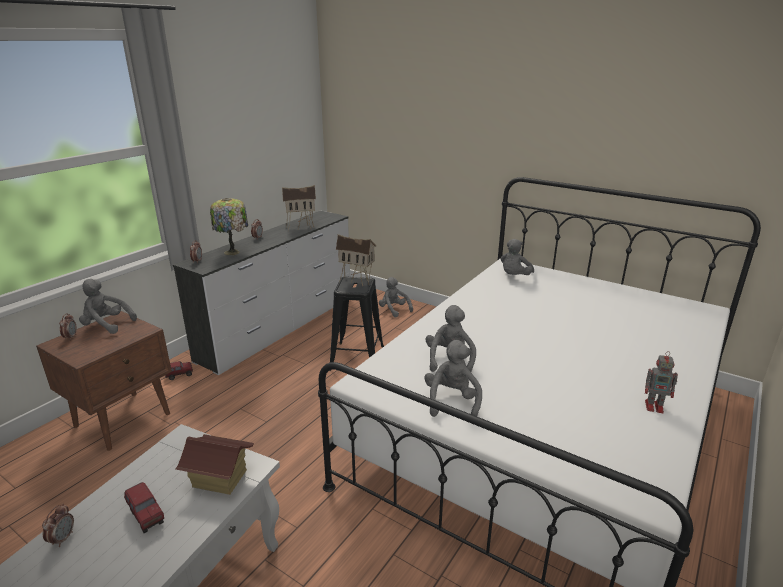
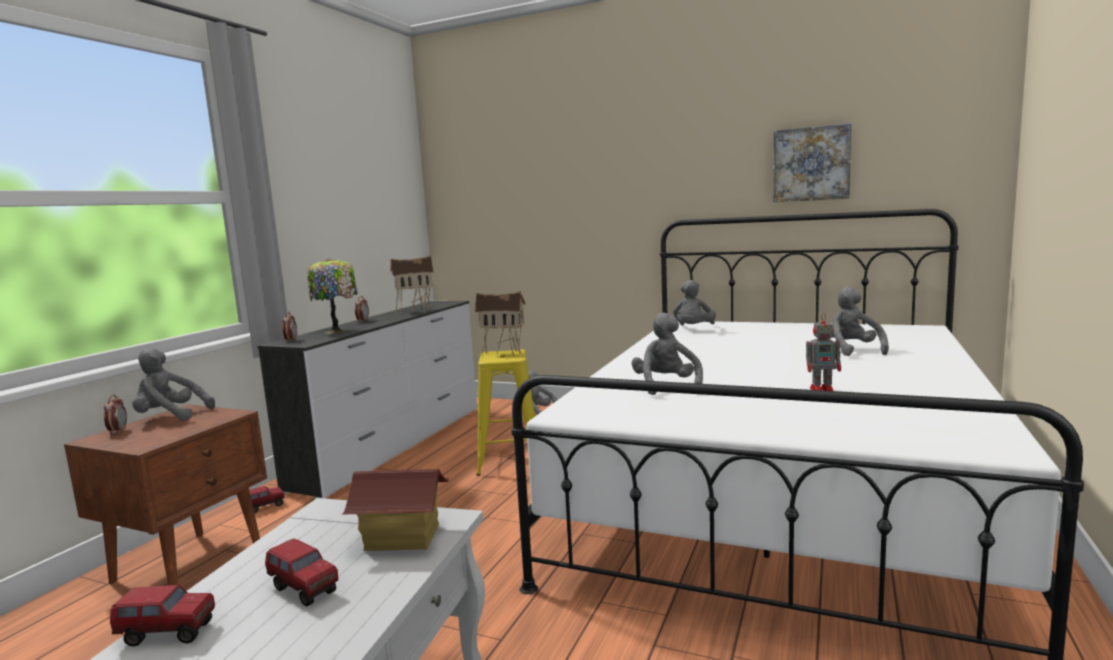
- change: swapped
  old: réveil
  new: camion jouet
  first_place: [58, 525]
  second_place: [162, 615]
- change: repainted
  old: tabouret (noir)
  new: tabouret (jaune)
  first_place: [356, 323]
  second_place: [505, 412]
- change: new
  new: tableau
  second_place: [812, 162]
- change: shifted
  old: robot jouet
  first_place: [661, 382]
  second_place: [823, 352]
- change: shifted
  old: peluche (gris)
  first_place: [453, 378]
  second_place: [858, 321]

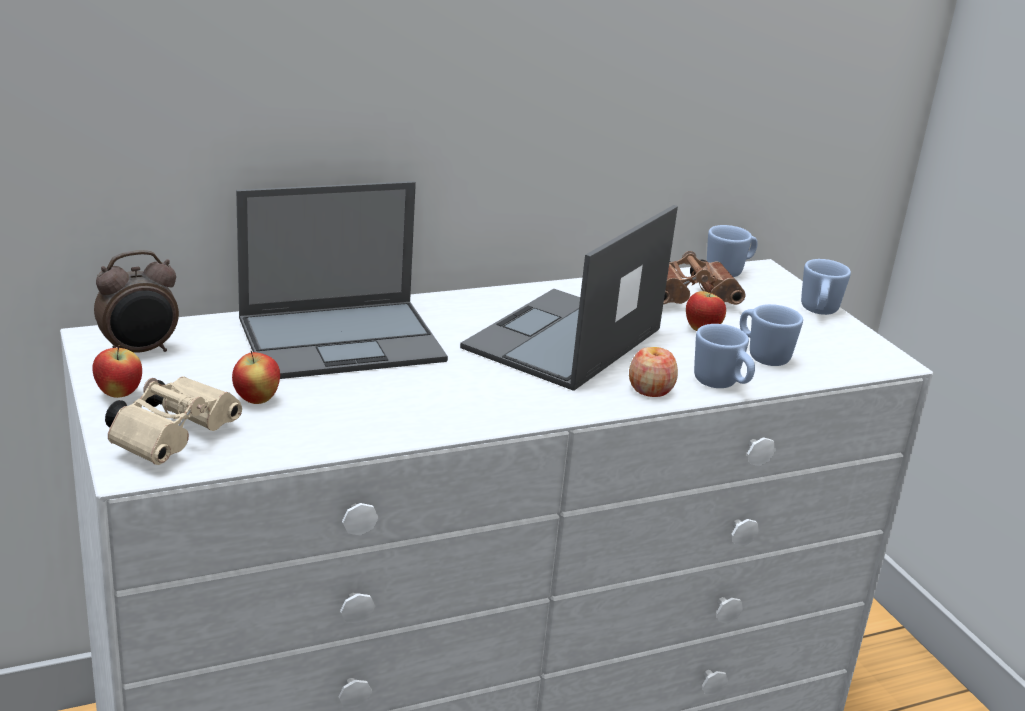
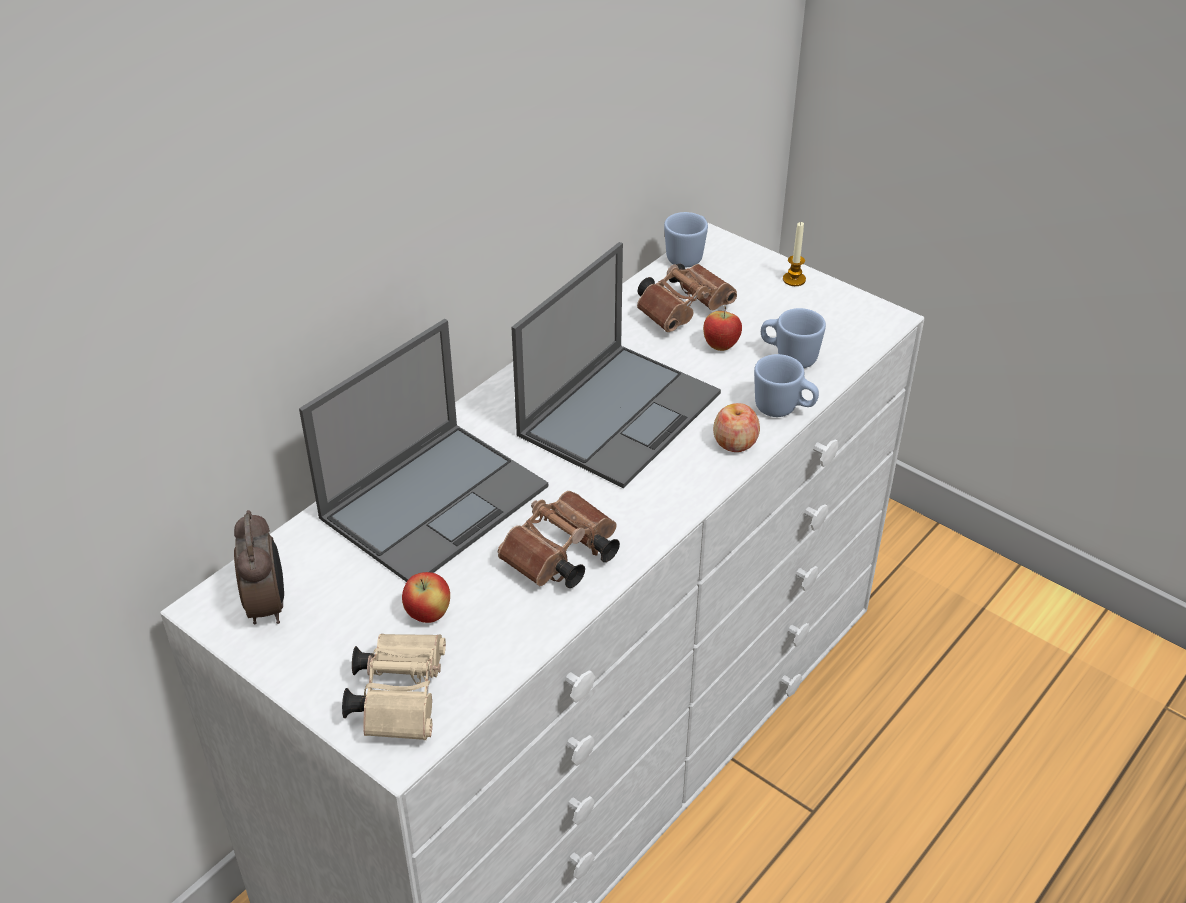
- change: rotated
  old: réveil
  first_place: [136, 301]
  second_place: [259, 567]
  degrees: -45
- change: new
  new: jumelles (marron)
  second_place: [559, 539]
- change: rotated
  old: ordinateur portable
  first_place: [569, 298]
  second_place: [616, 365]
  degrees: -150
- change: swapped
  old: mug (bleu)
  new: bougie
  first_place: [826, 287]
  second_place: [794, 254]
- change: gone
  old: pomme
  first_place: [117, 371]

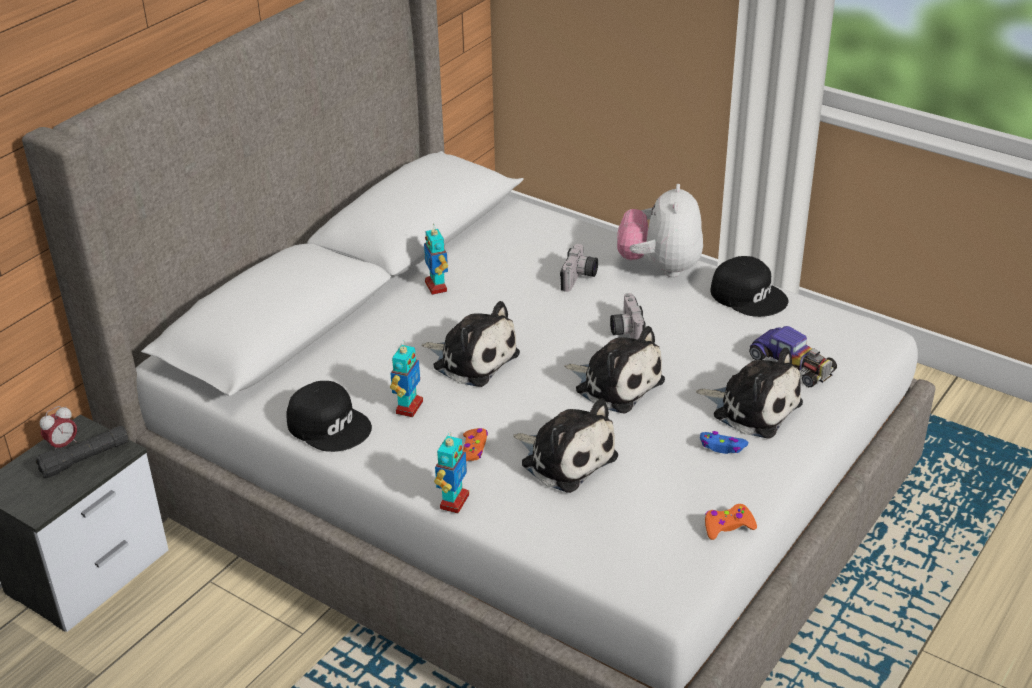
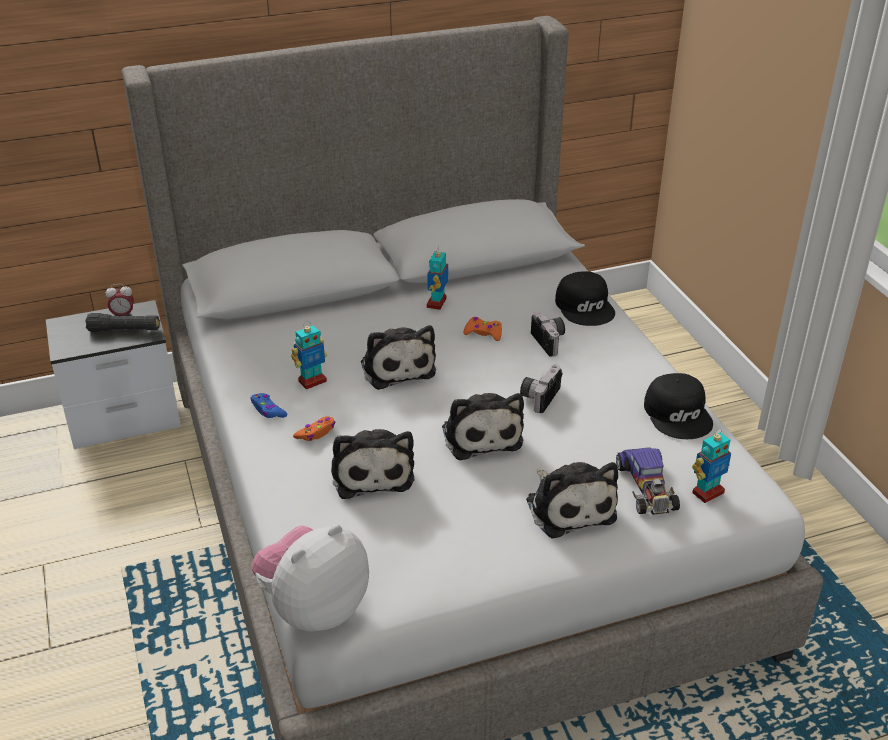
- change: shifted
  old: manette (bleu)
  first_place: [724, 442]
  second_place: [269, 405]
- change: shifted
  old: peluche
  first_place: [660, 230]
  second_place: [310, 577]
- change: shifted
  old: manette (orange)
  first_place: [731, 522]
  second_place: [482, 329]
- change: rotated
  old: appareil photo
  first_place: [579, 268]
  second_place: [548, 334]
  degrees: -75
- change: shifted
  old: casquette (noir)
  first_place: [329, 416]
  second_place: [585, 298]
- change: shifted
  old: robot jouet
  first_place: [451, 472]
  second_place: [711, 466]

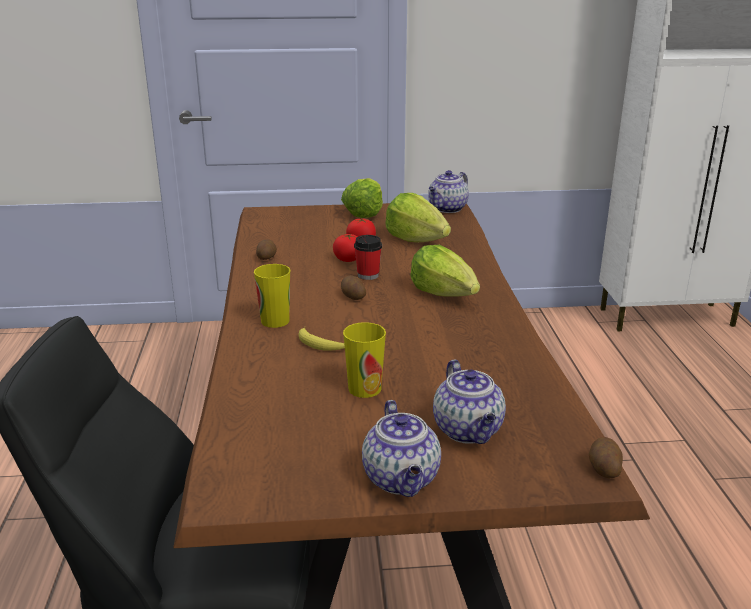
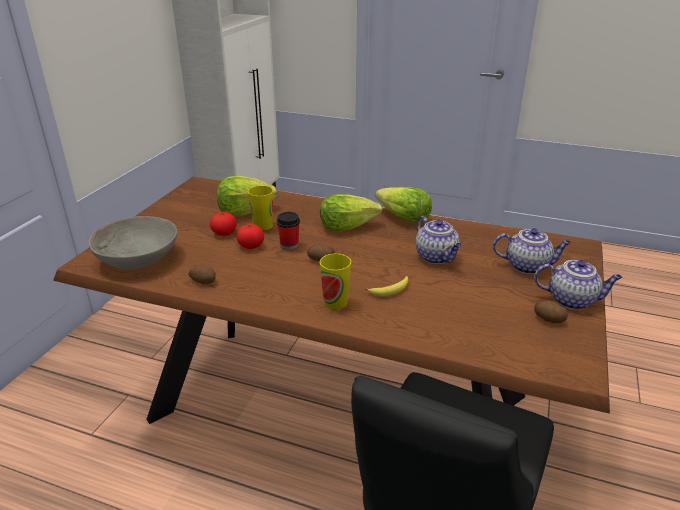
- change: new
  new: bol (gris)
  second_place: [133, 242]
- change: shifted
  old: tasse
  first_place: [364, 360]
  second_place: [260, 208]
- change: shifted
  old: laitue
  first_place: [362, 198]
  second_place: [403, 205]
- change: shifted
  old: théière
  first_place: [448, 191]
  second_place: [439, 240]
- change: shifted
  old: pomme de terre
  first_place: [606, 457]
  second_place: [551, 311]

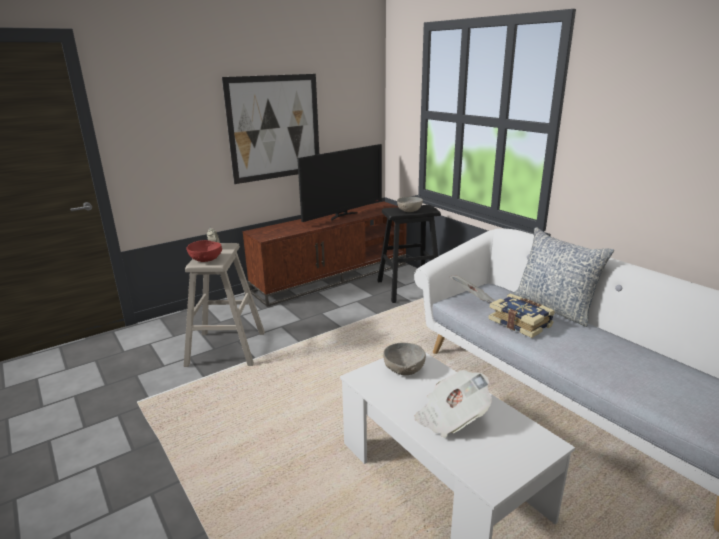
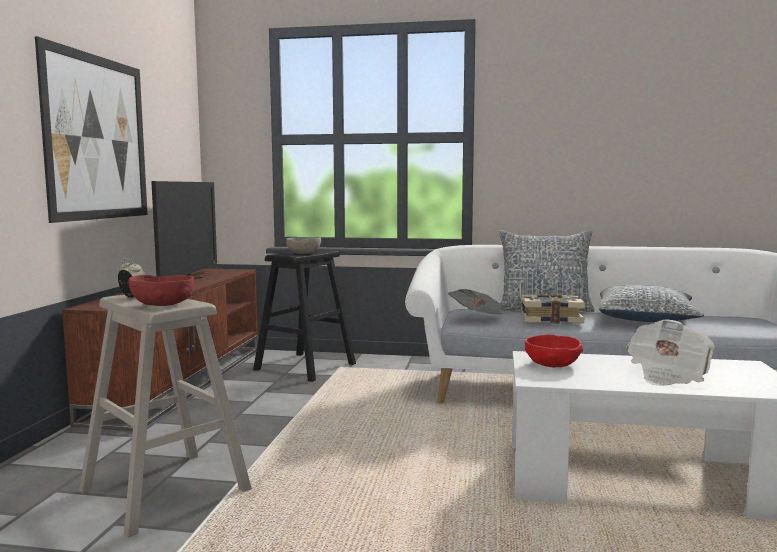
- change: repainted
  old: bol (gris)
  new: bol (rouge)
  first_place: [404, 359]
  second_place: [554, 350]
- change: new
  new: coussin
  second_place: [651, 303]

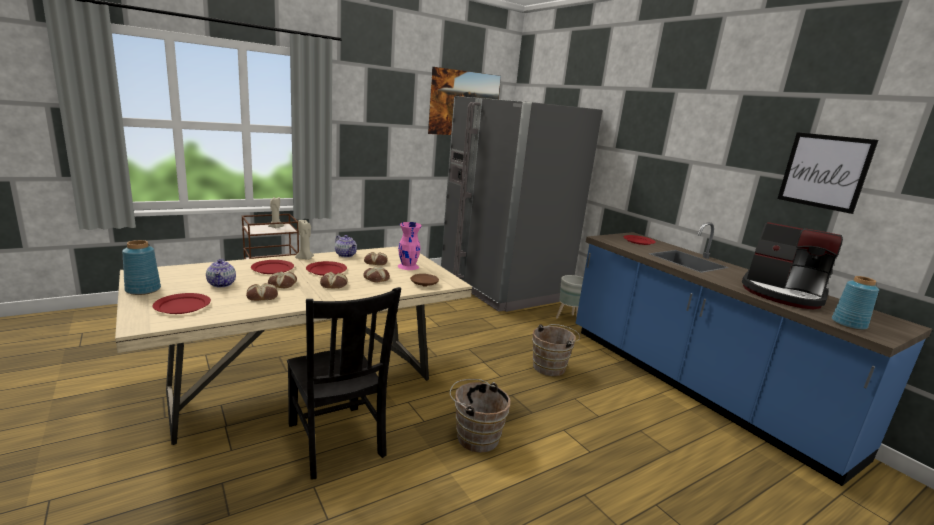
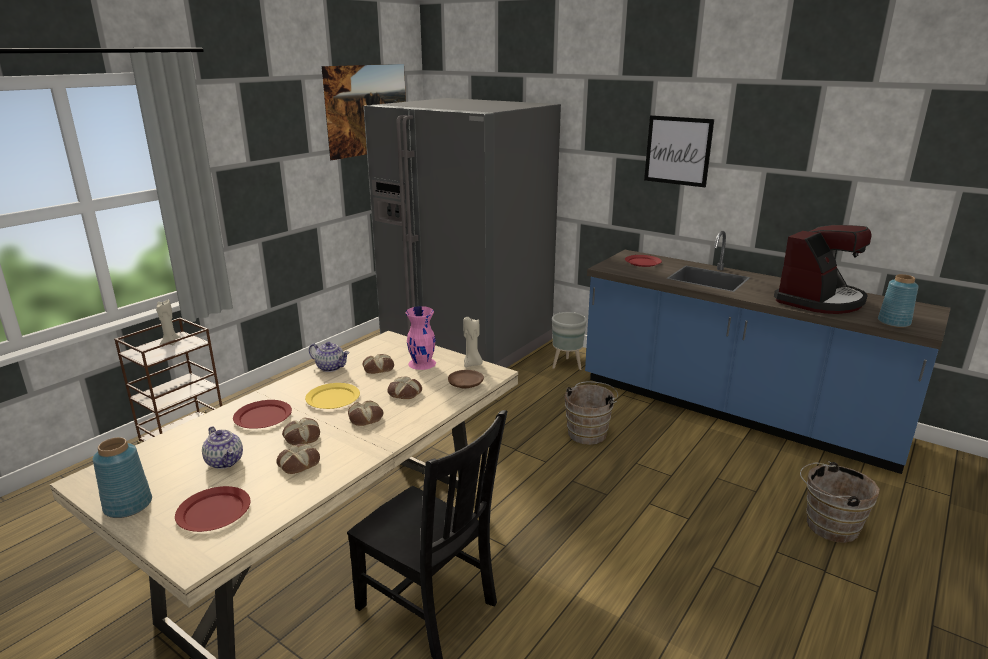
- change: repainted
  old: assiette (rouge)
  new: assiette (jaune)
  first_place: [326, 268]
  second_place: [332, 396]
- change: shifted
  old: bougie (beige)
  first_place: [304, 240]
  second_place: [473, 342]
- change: shifted
  old: tableau
  first_place: [828, 173]
  second_place: [679, 151]
- change: rotated
  old: machine à café
  first_place: [792, 266]
  second_place: [823, 269]
  degrees: -60
- change: shifted
  old: seau (marron)
  first_place: [480, 416]
  second_place: [840, 502]

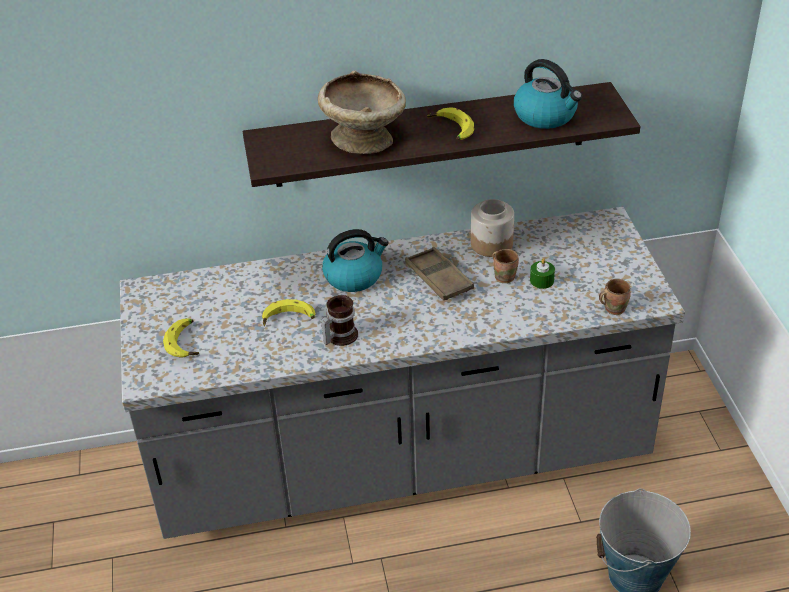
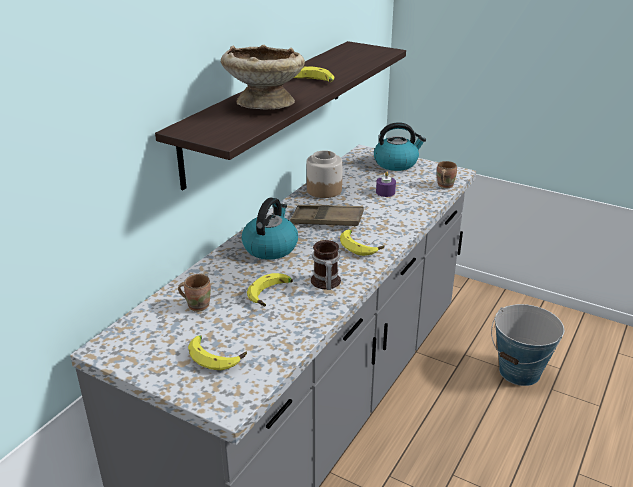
- change: shifted
  old: mug (marron)
  first_place: [506, 266]
  second_place: [194, 293]
- change: new
  new: banane
  second_place: [362, 243]
- change: shifted
  old: bouilloire
  first_place: [548, 94]
  second_place: [400, 146]
- change: repainted
  old: bougie (vert)
  new: bougie (violet)
  first_place: [542, 273]
  second_place: [386, 184]

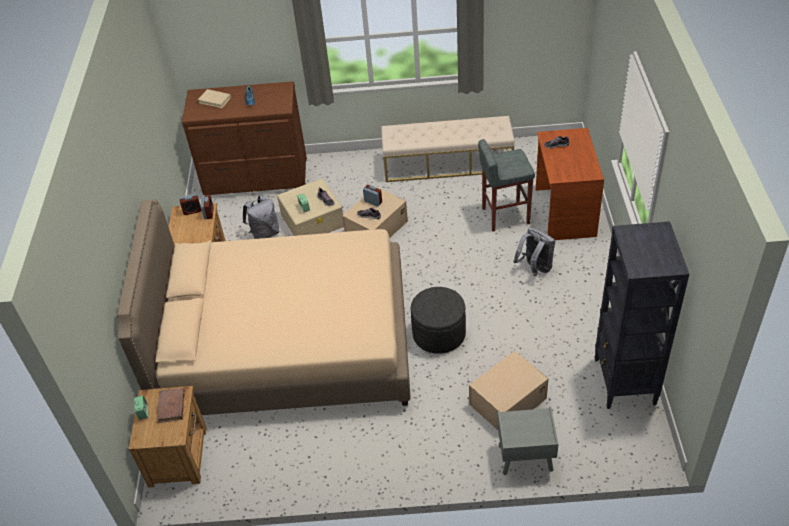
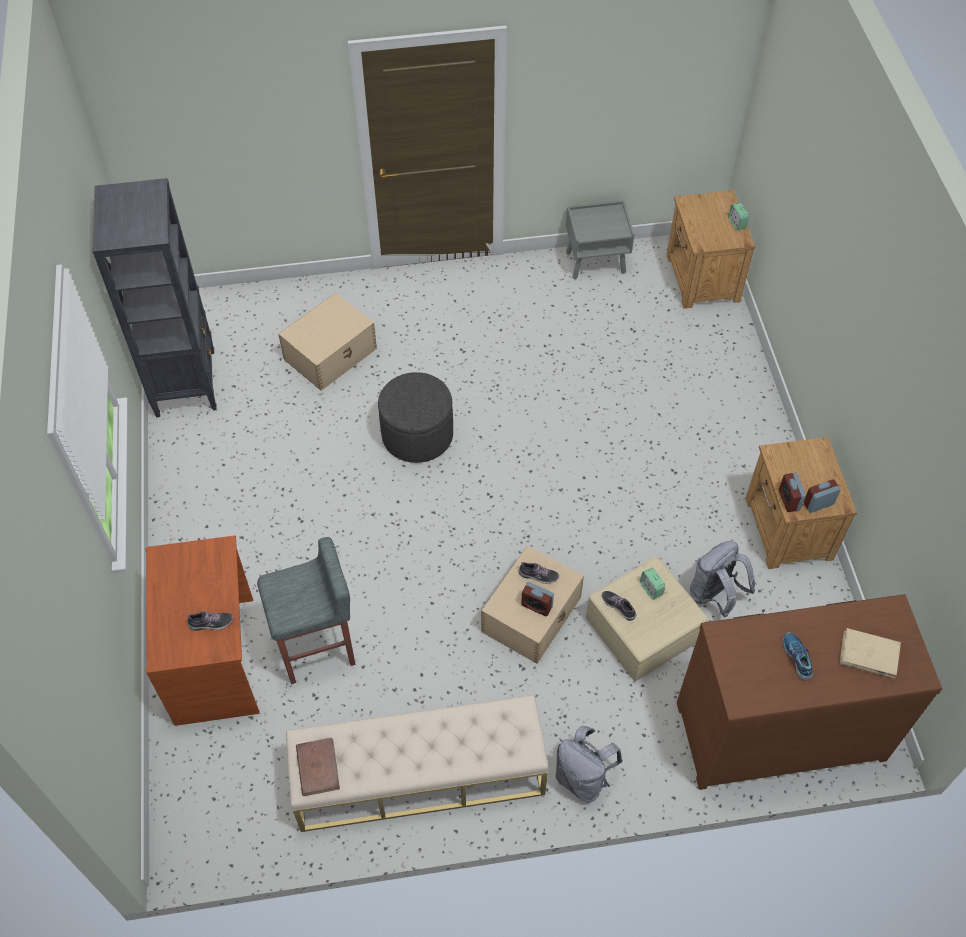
- change: shifted
  old: livre (marron)
  first_place: [171, 405]
  second_place: [318, 767]
- change: shifted
  old: sac à dos (gris)
  first_place: [534, 252]
  second_place: [589, 764]
- change: shifted
  old: table de chevet (gris)
  first_place: [528, 441]
  second_place: [600, 239]
- change: gone
  old: lit (beige)
  first_place: [264, 307]

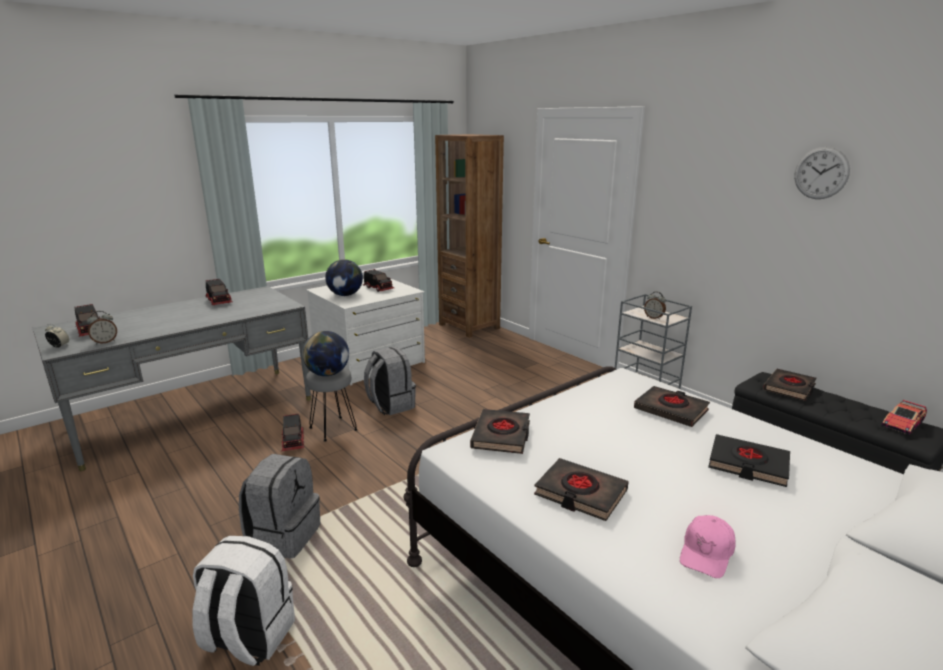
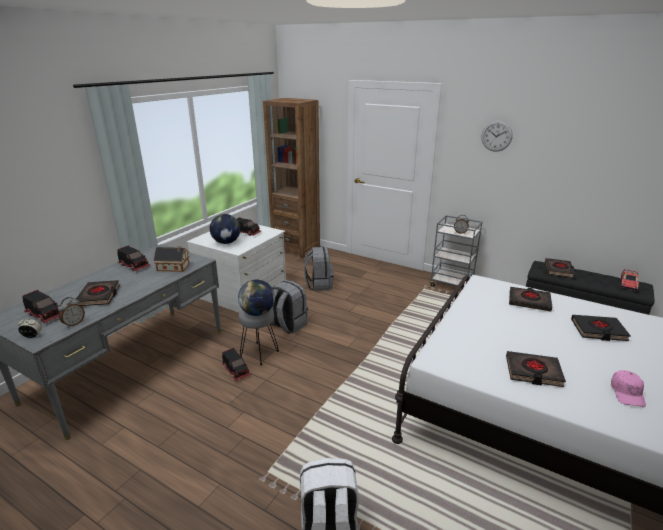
- change: shifted
  old: livre (noir)
  first_place: [500, 431]
  second_place: [98, 293]
- change: new
  new: maison miniature
  second_place: [171, 259]
- change: shifted
  old: sac à dos (gris)
  first_place: [279, 506]
  second_place: [319, 269]
- change: shifted
  old: horloge murale
  first_place: [822, 173]
  second_place: [497, 136]

